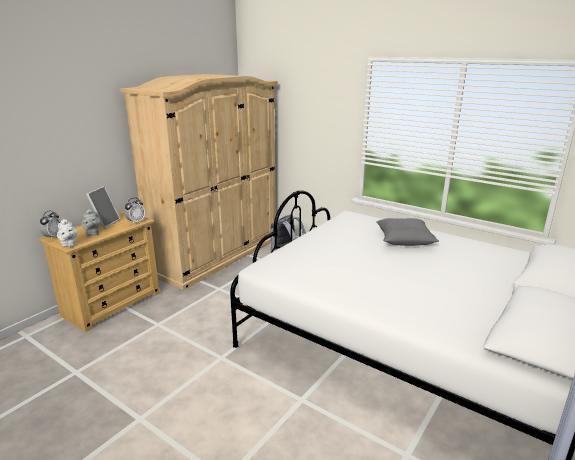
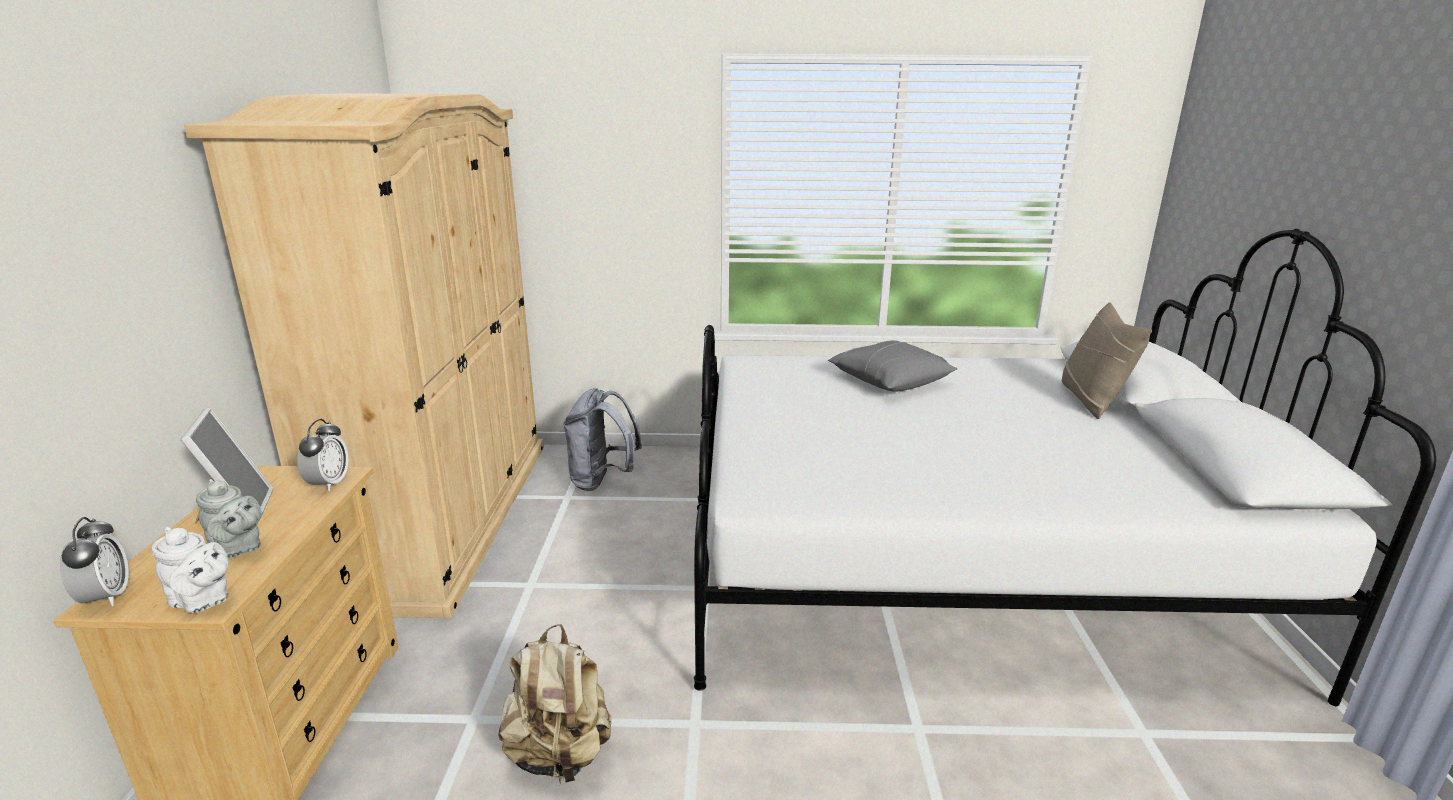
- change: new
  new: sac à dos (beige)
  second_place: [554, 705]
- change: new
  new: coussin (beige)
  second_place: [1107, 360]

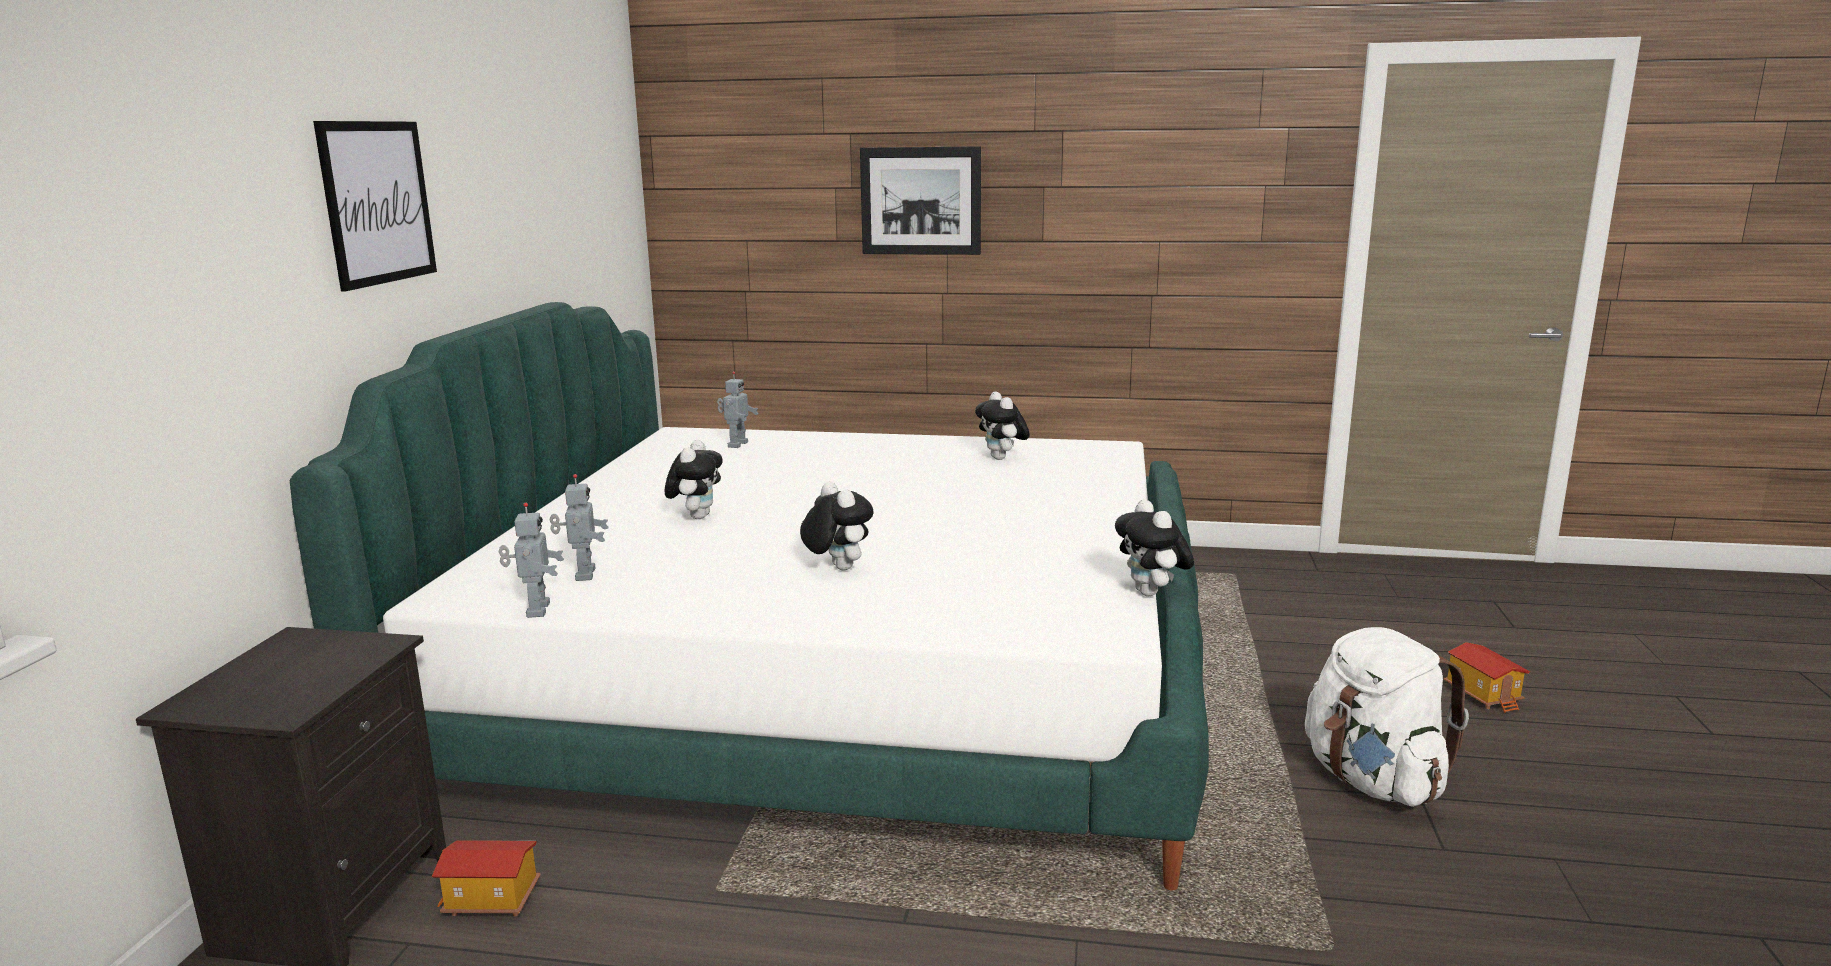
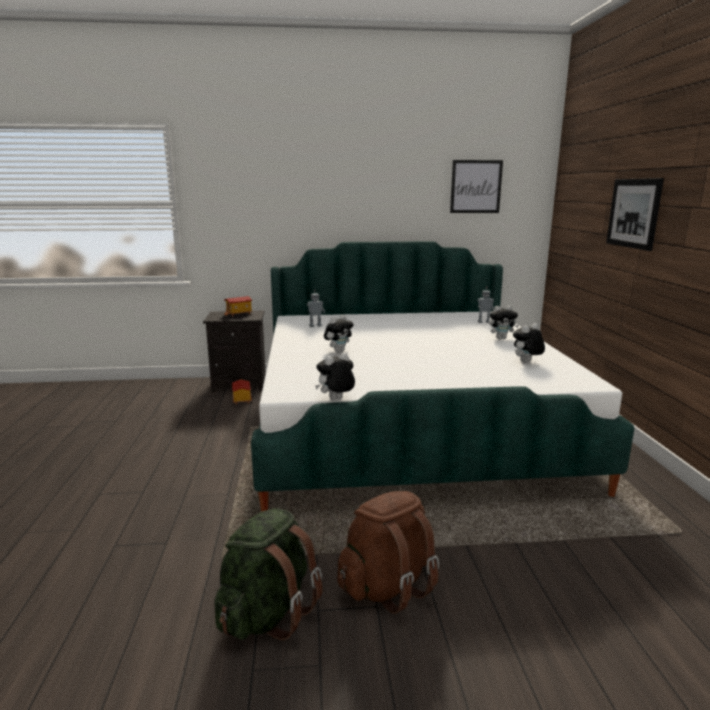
- change: new
  new: sac à dos (vert)
  second_place: [268, 574]
- change: shifted
  old: maison miniature
  first_place: [1487, 677]
  second_place: [238, 306]
- change: repainted
  old: sac à dos (blanc)
  new: sac à dos (marron)
  first_place: [1387, 717]
  second_place: [388, 552]
- change: shifted
  old: tableau
  first_place: [375, 206]
  second_place: [476, 186]
- change: shifted
  old: peluche
  first_place: [693, 479]
  second_place: [504, 322]
- change: gone
  old: robot jouet
  first_place: [531, 560]

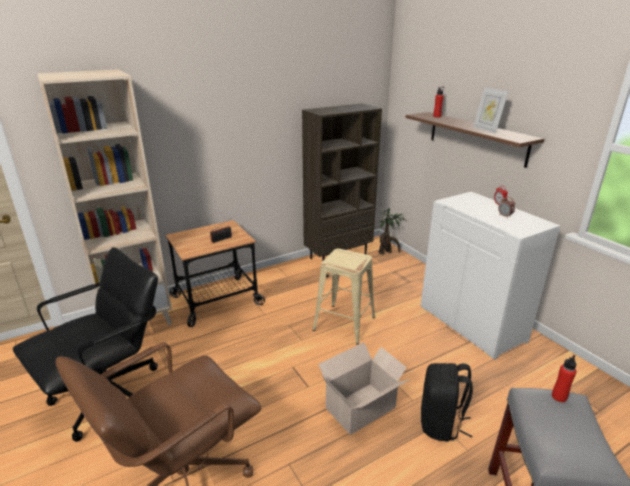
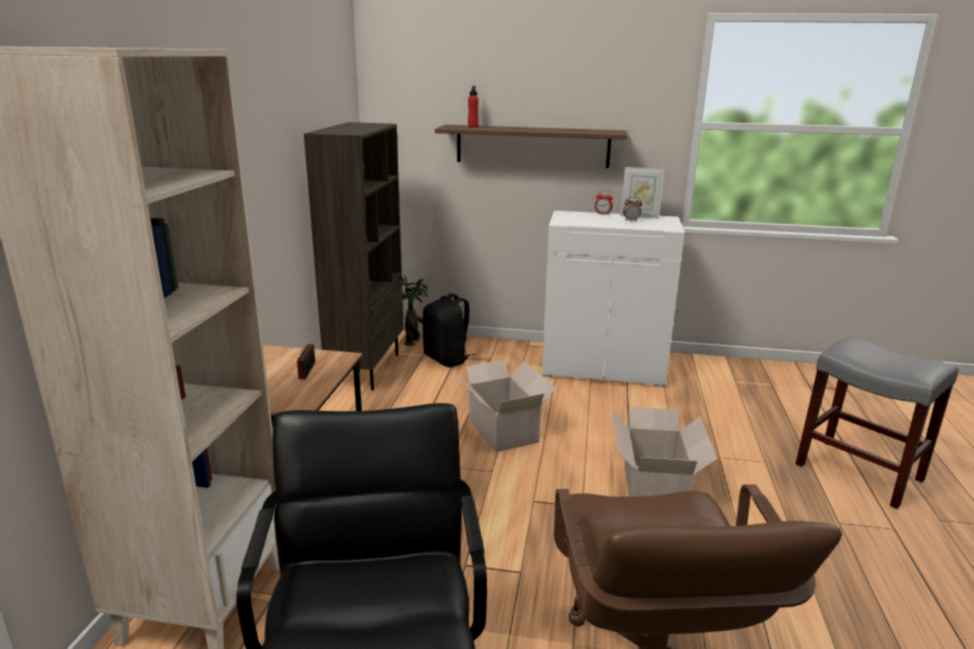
- change: shifted
  old: sac à dos (noir)
  first_place: [447, 402]
  second_place: [449, 330]
- change: swapped
  old: tabouret (beige)
  new: carton
  first_place: [344, 297]
  second_place: [505, 406]
- change: shifted
  old: cadre photo
  first_place: [491, 110]
  second_place: [642, 193]
- change: gone
  old: bouteille (rouge)
  first_place: [564, 378]

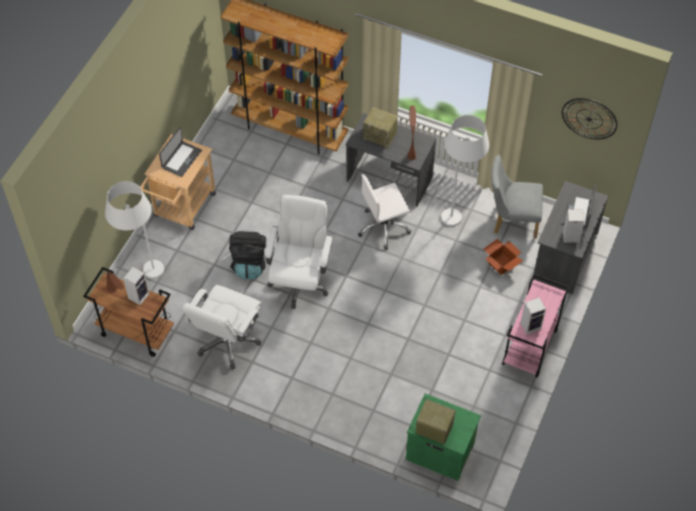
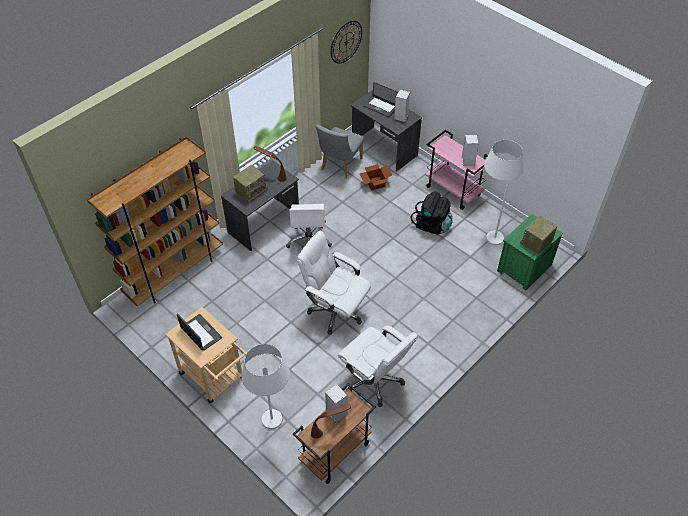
- change: shifted
  old: sac à dos (noir)
  first_place: [247, 255]
  second_place: [432, 213]
- change: shifted
  old: lampadaire (blanc)
  first_place: [465, 170]
  second_place: [504, 192]

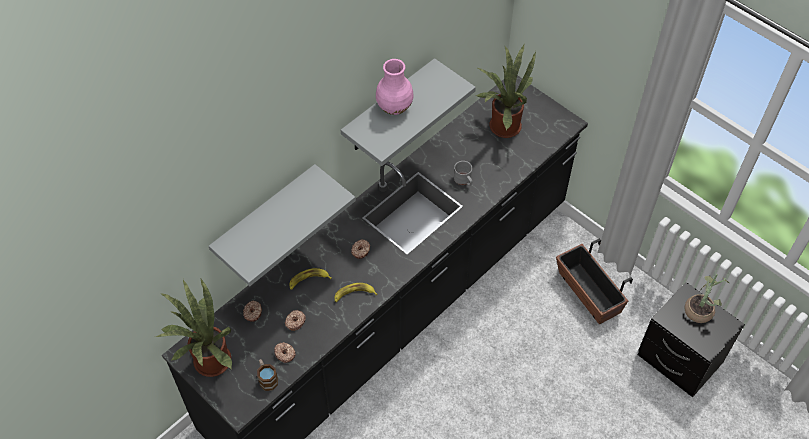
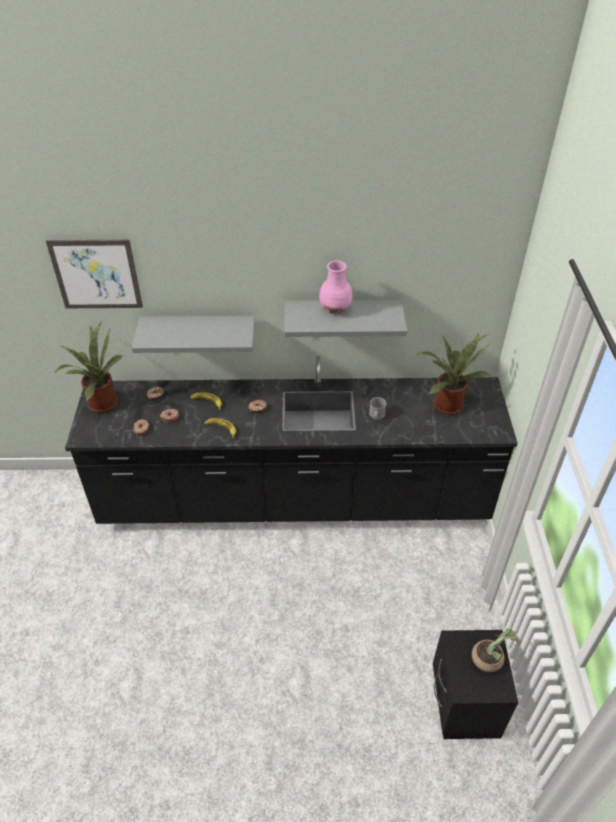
- change: new
  new: tableau
  second_place: [94, 274]
- change: gone
  old: mug
  first_place: [267, 375]
- change: gone
  old: cache-pot
  first_place: [594, 281]

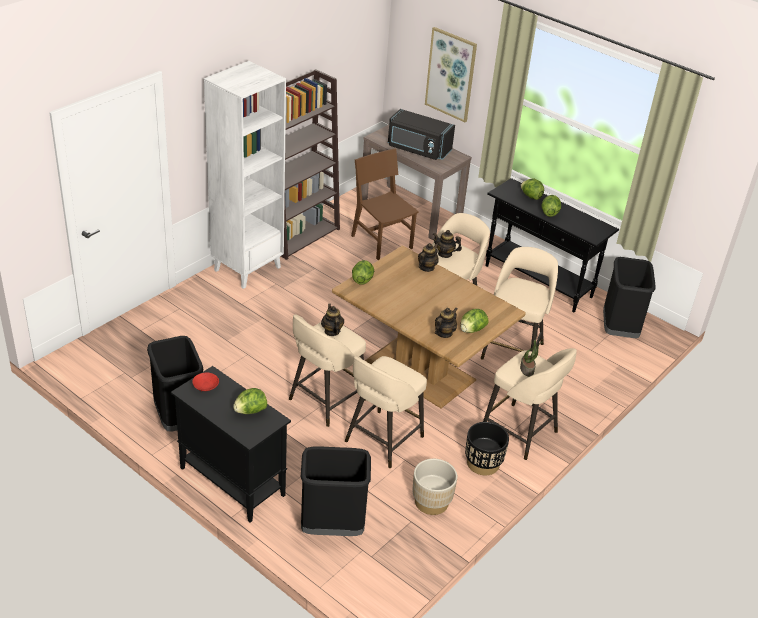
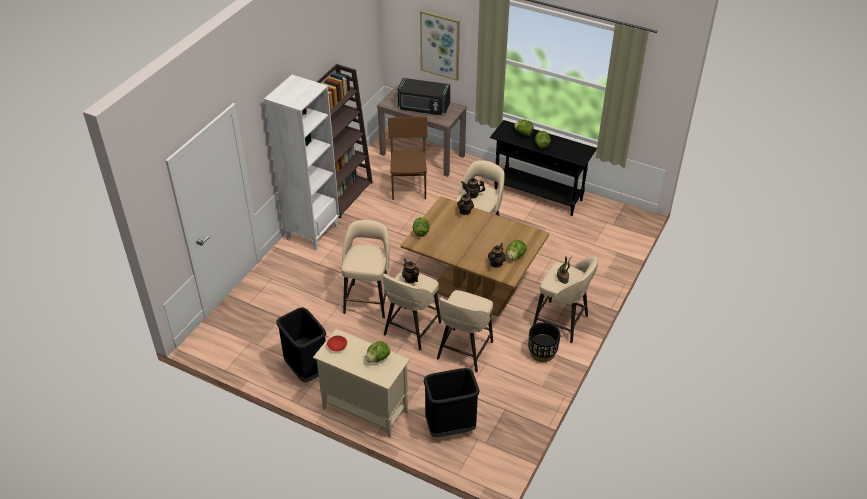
- change: repainted
  old: meuble de rangement (noir)
  new: meuble de rangement (beige)
  first_place: [231, 444]
  second_place: [361, 383]
- change: shifted
  old: tabouret (beige)
  first_place: [519, 303]
  second_place: [366, 269]
- change: rotated
  old: chaise (marron)
  first_place: [385, 204]
  second_place: [407, 158]
  degrees: 45
- change: gone
  old: cache-pot (beige)
  first_place: [434, 487]
- change: gone
  old: poubelle (noir)
  first_place: [629, 297]

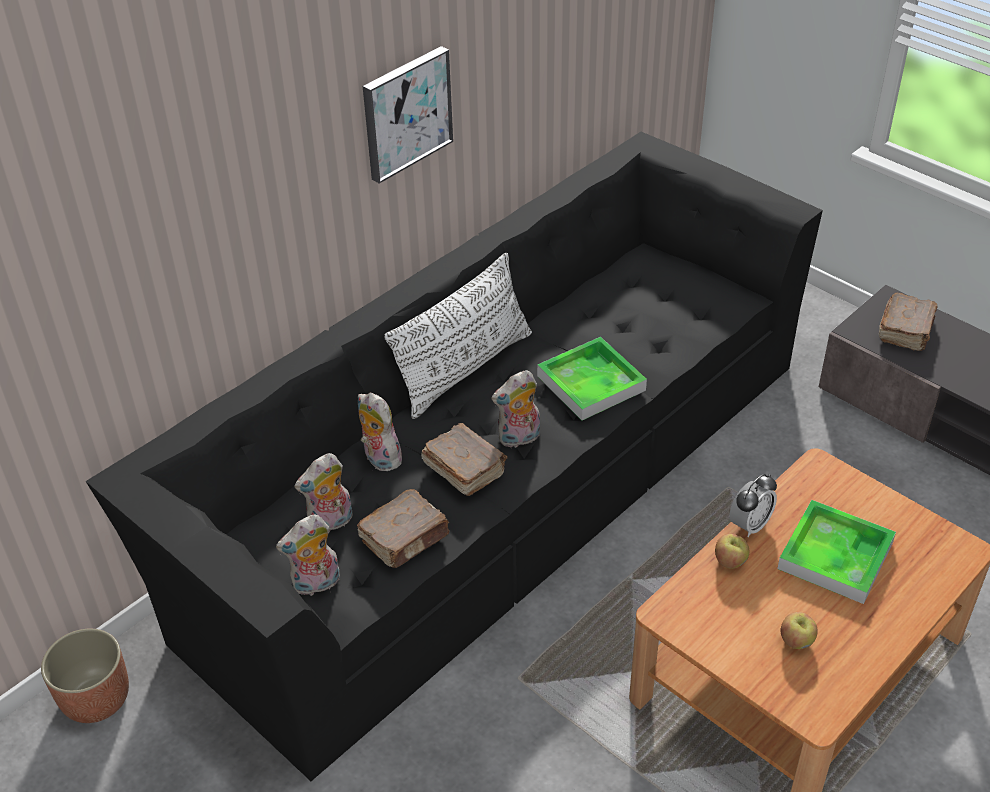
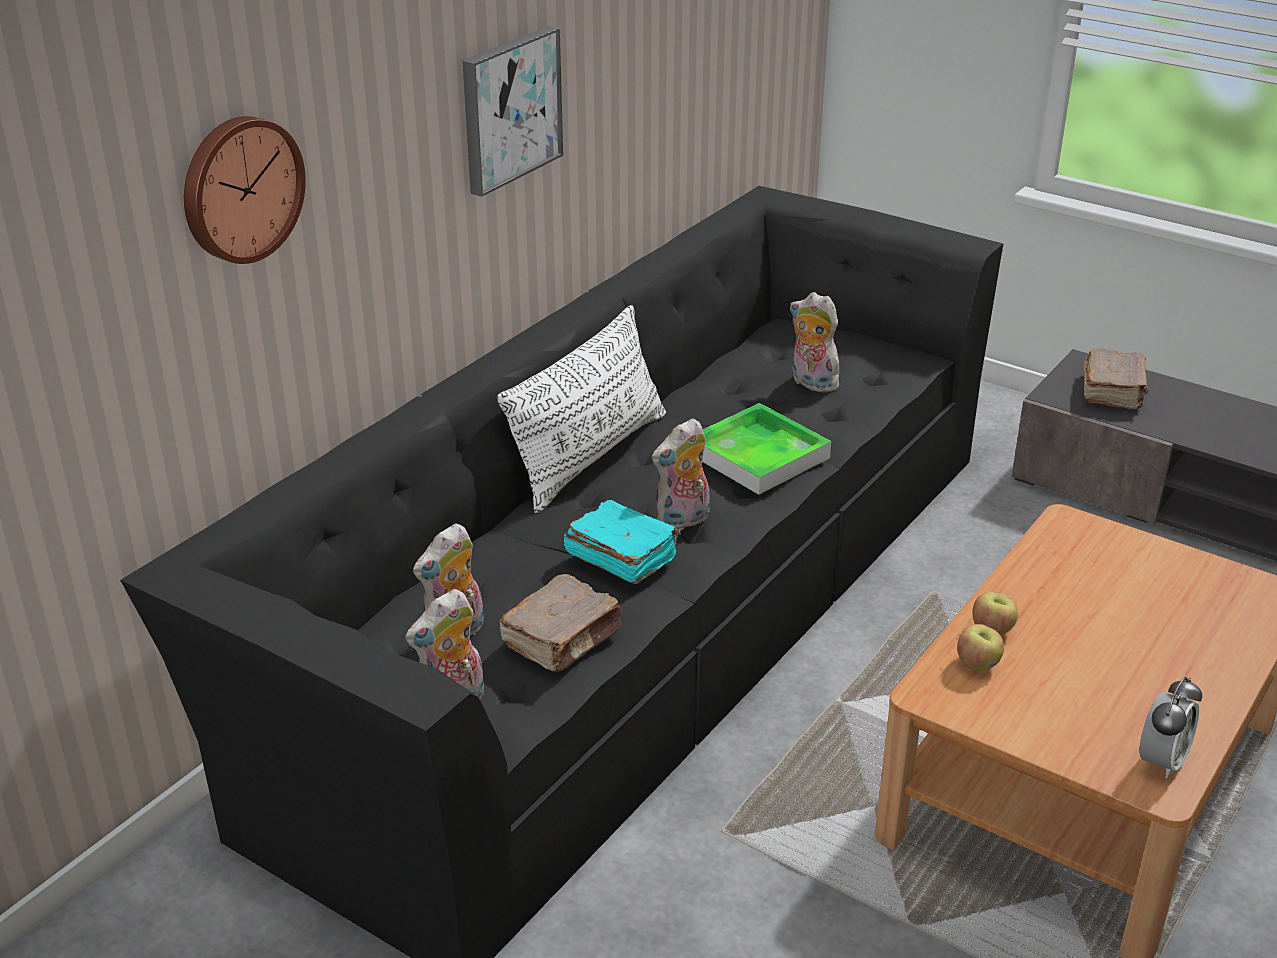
- change: new
  new: horloge murale
  second_place: [245, 190]
- change: repainted
  old: livre (marron)
  new: livre (turquoise)
  first_place: [464, 459]
  second_place: [622, 542]
- change: shifted
  old: peluche
  first_place: [380, 432]
  second_place: [814, 342]
- change: shifted
  old: pomme
  first_place: [798, 630]
  second_place: [980, 647]
- change: shifted
  old: réveil
  first_place: [753, 505]
  second_place: [1171, 728]
- change: gone
  old: cache-pot
  first_place: [85, 676]
- change: gone
  old: plateau
  first_place: [836, 552]

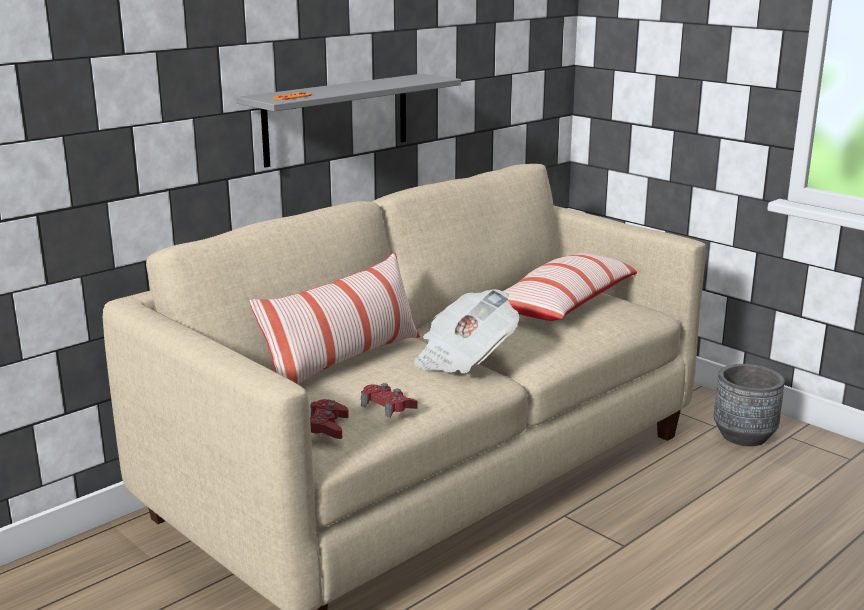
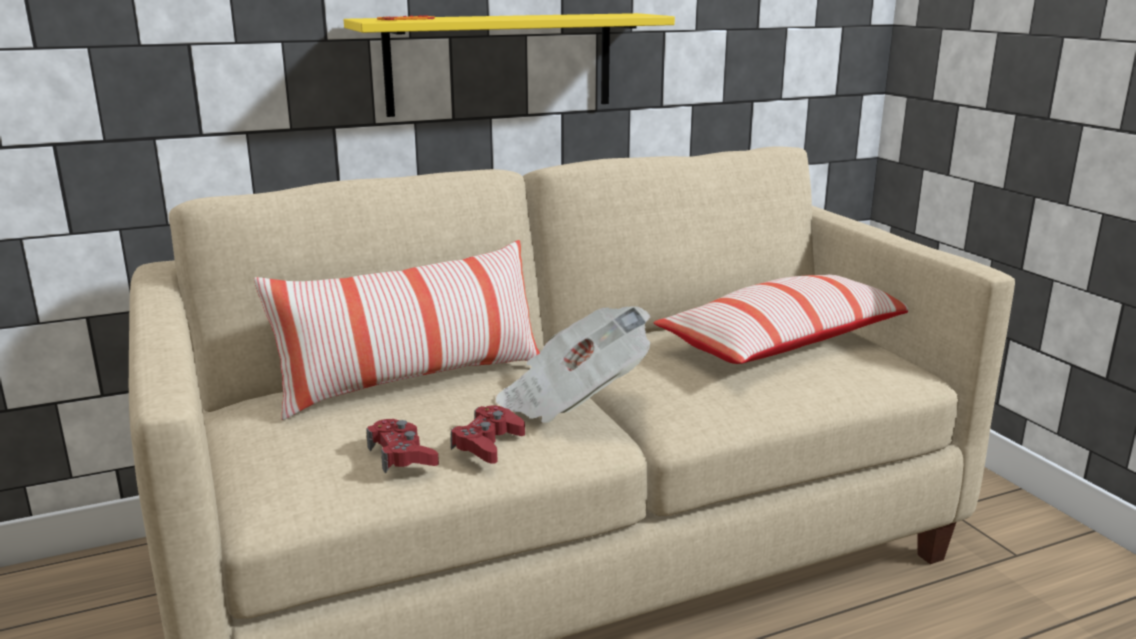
- change: repainted
  old: étagère (gris)
  new: étagère (jaune)
  first_place: [348, 121]
  second_place: [509, 65]
- change: shifted
  old: manette (rouge)
  first_place: [329, 419]
  second_place: [487, 434]
- change: gone
  old: cache-pot (gris)
  first_place: [749, 405]

